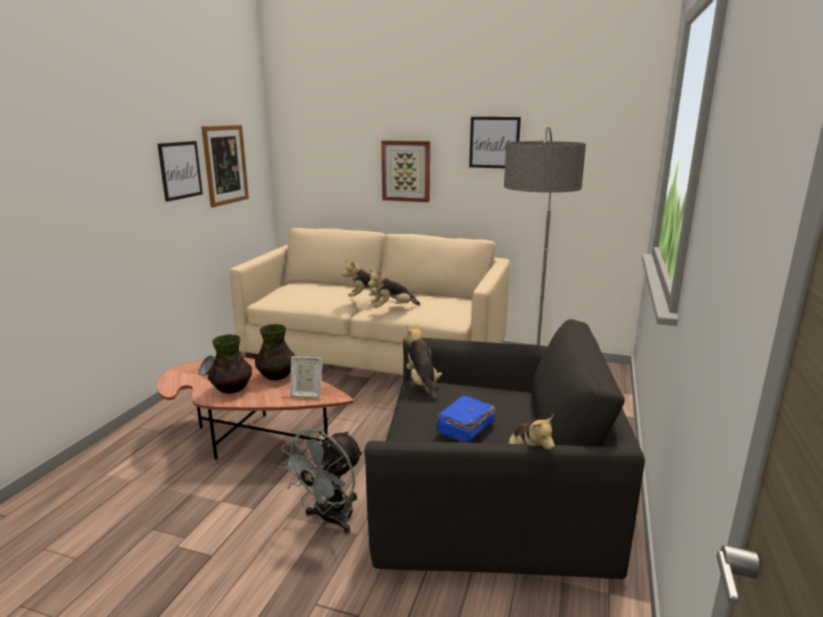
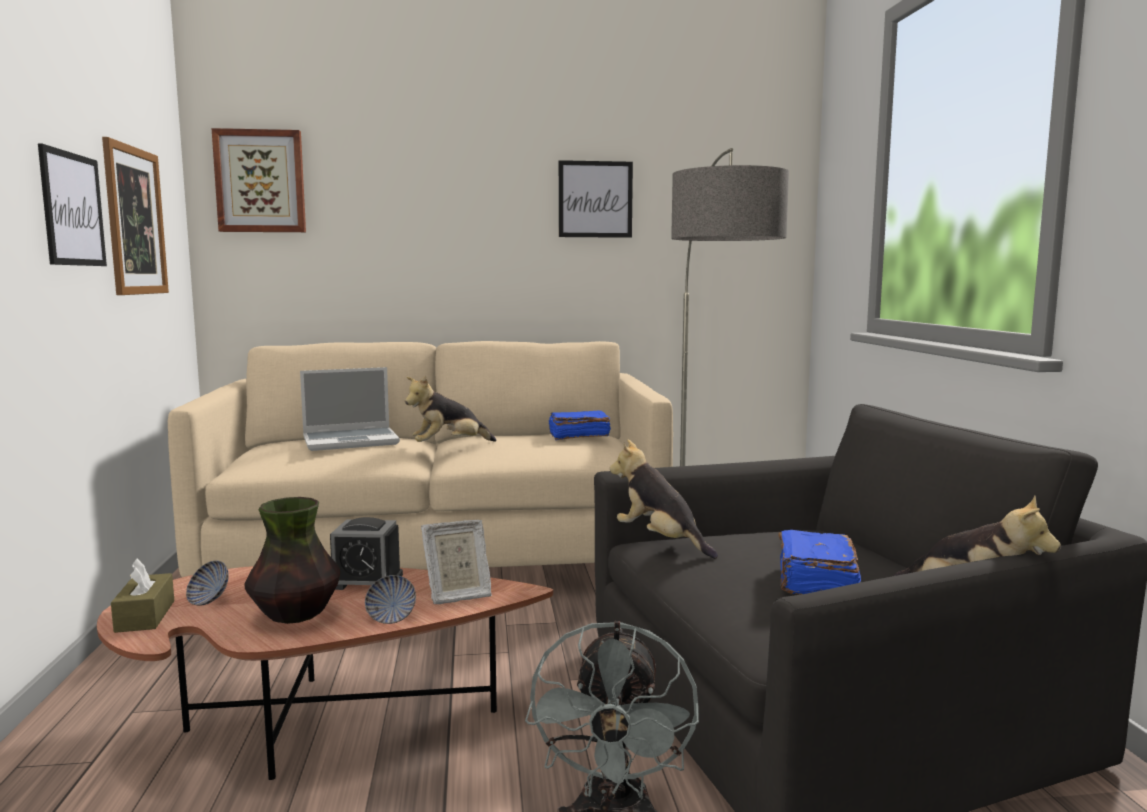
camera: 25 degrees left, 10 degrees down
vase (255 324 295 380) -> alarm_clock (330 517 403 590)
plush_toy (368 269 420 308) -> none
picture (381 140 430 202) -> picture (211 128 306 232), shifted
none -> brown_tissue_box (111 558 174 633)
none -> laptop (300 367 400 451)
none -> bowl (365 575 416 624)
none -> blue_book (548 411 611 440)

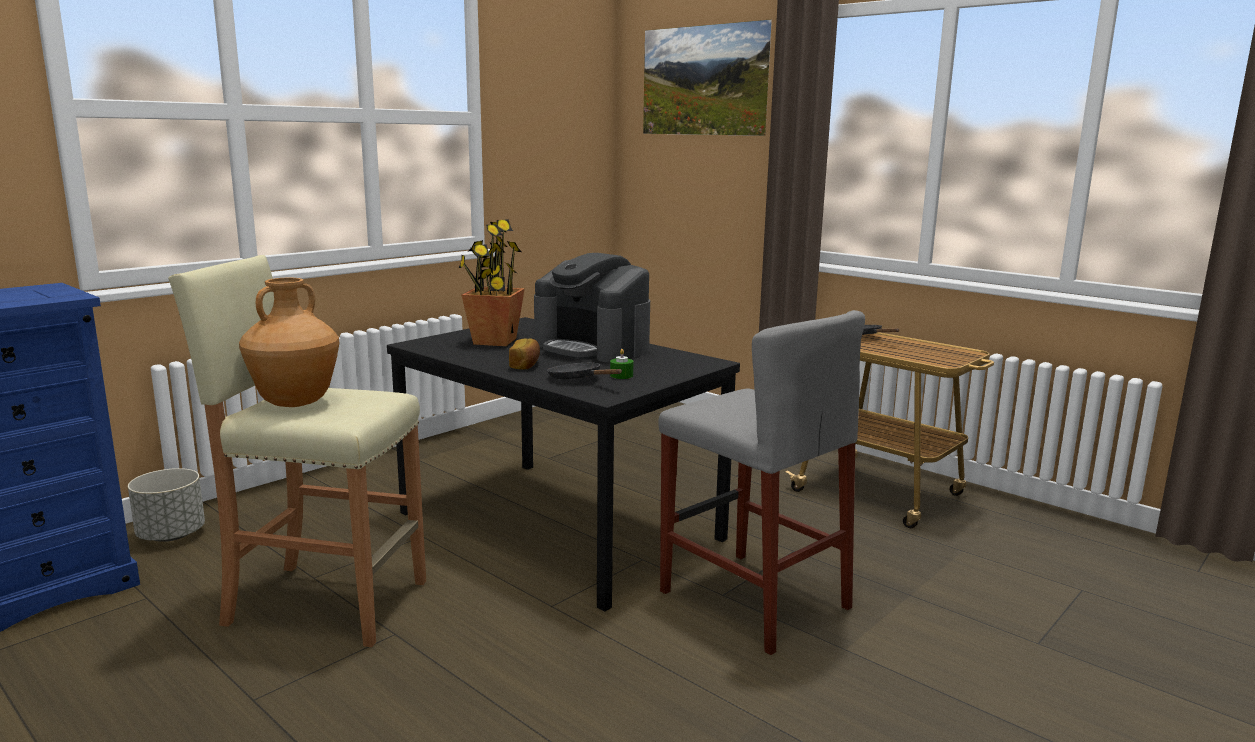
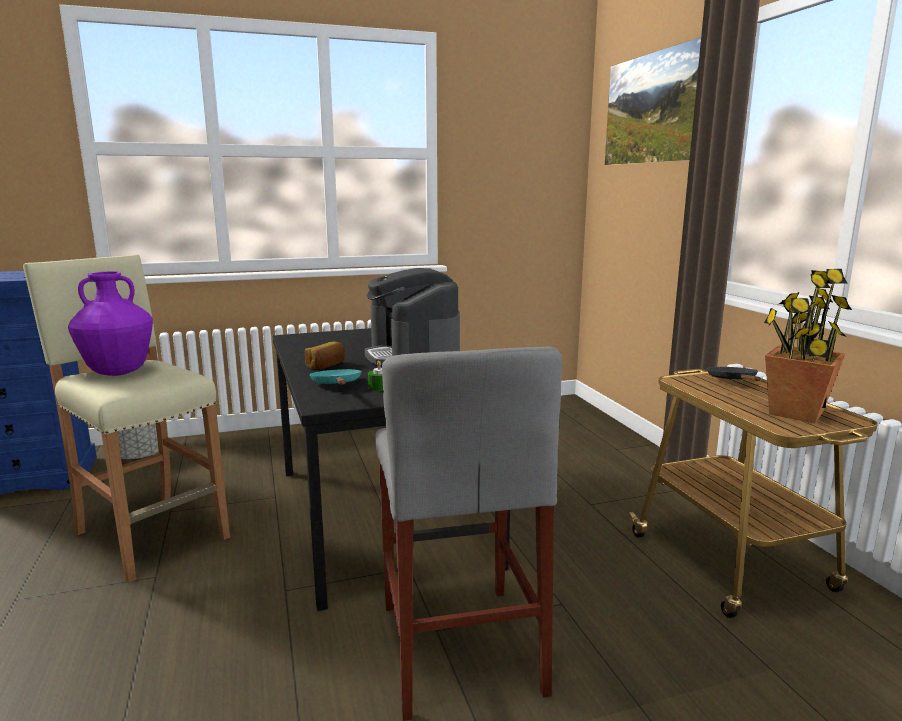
camera: 30 degrees right, 0 degrees up
brown_vase (239 278 339 407) -> purple_vase (68 271 153 376)
potted_plant (459 219 525 346) -> potted_plant (764 269 852 424), shifted
black_frying_pan (547 362 622 379) -> turquoise_frying_pan (309 369 362 385)

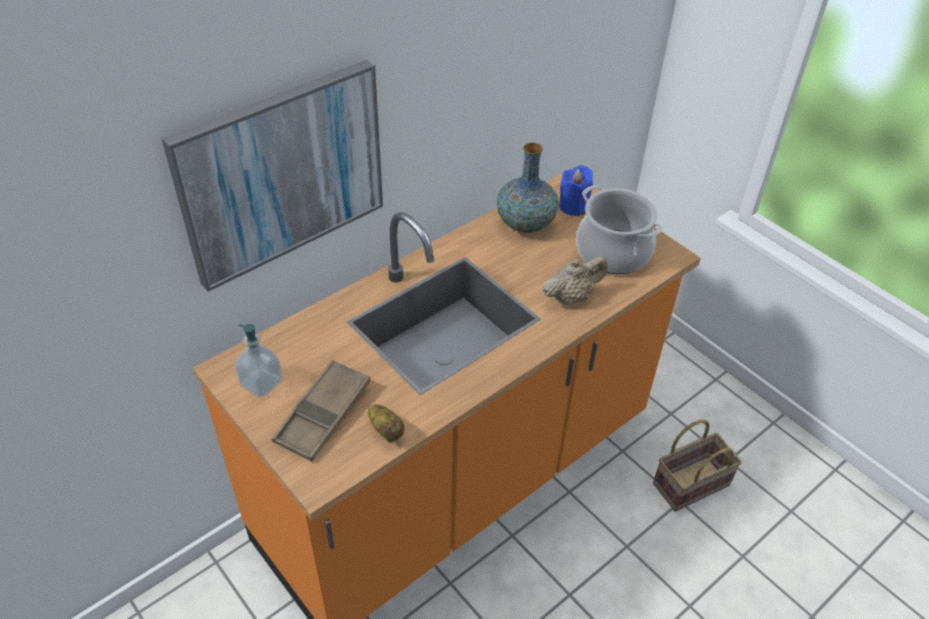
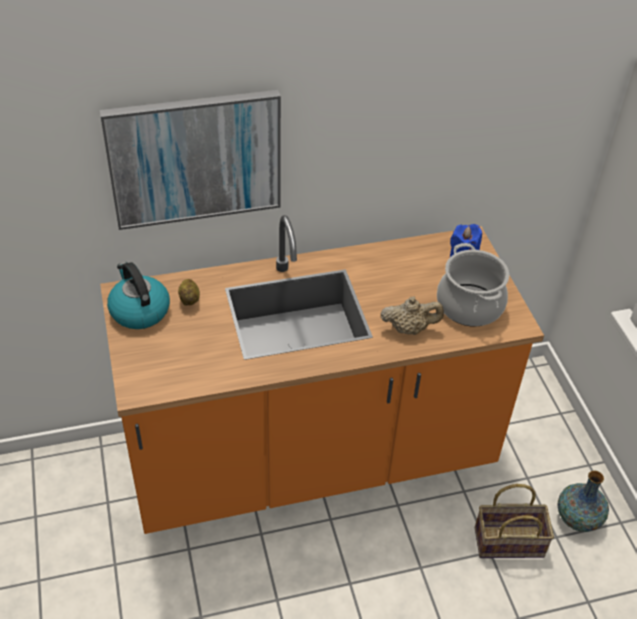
camera: 25 degrees right, 0 degrees up
soap_dispenser (235 324 283 397) -> kettle (107 262 170 329)
brown_tray (272 360 370 462) -> none
potato (368 404 405 443) -> potato (178 279 200 306), shifted
vase (497 143 559 233) -> vase (558 471 609 532), shifted

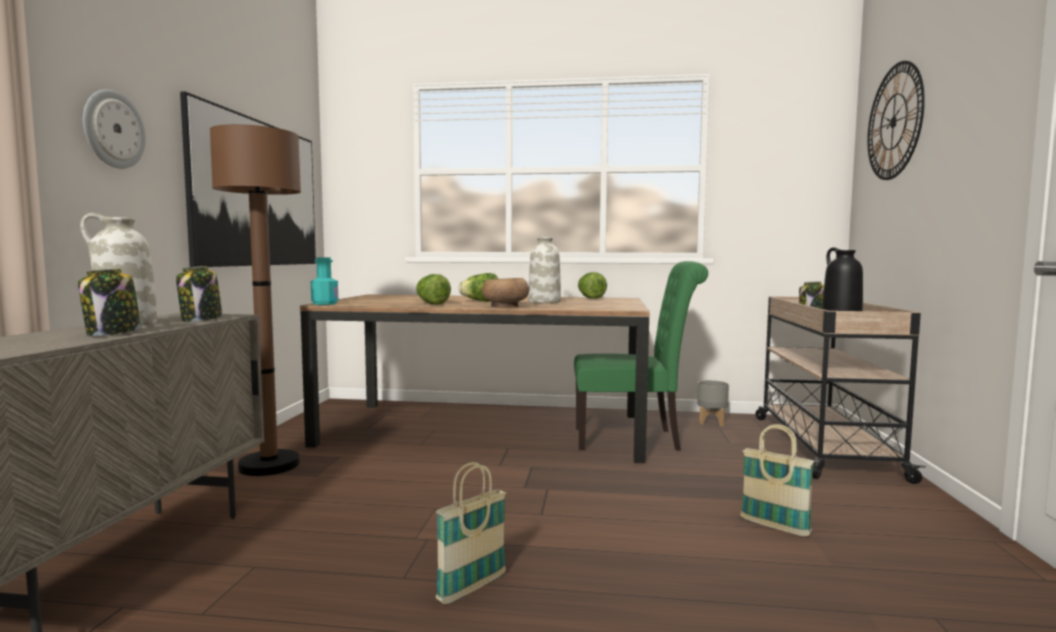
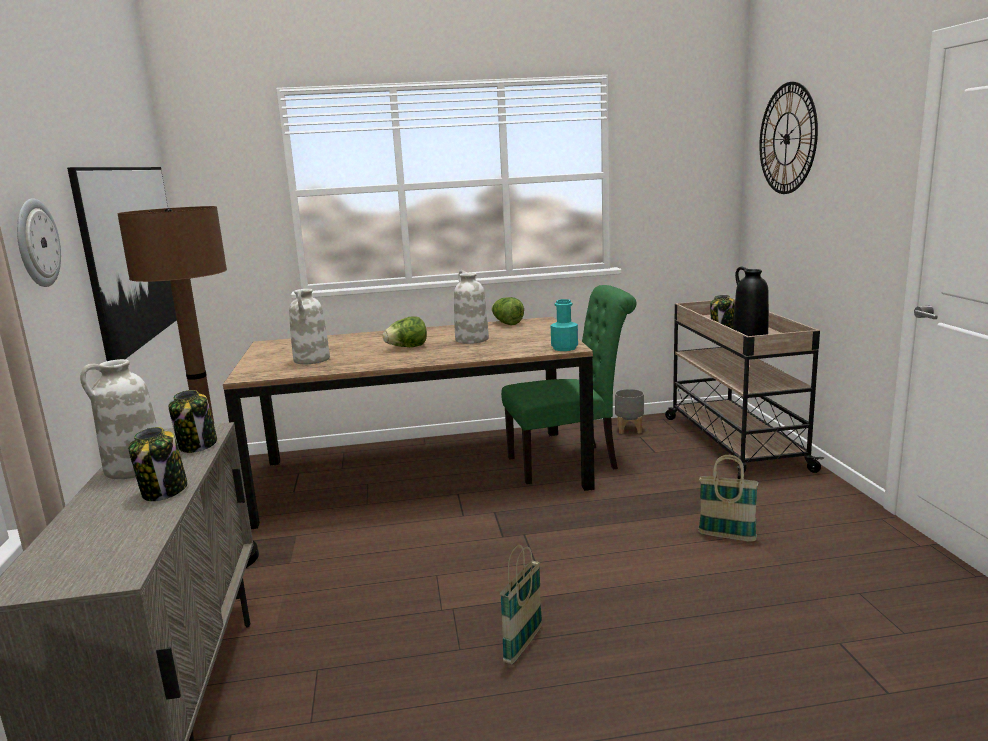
camera: 15 degrees left, 10 degrees up
turquoise_bottle (311 257 338 305) -> turquoise_bottle (551 299 578 351), shifted
lettuce (416 274 451 304) -> none
brown_bowl (482 278 529 308) -> none
none -> white_vase (289 289 330 364)

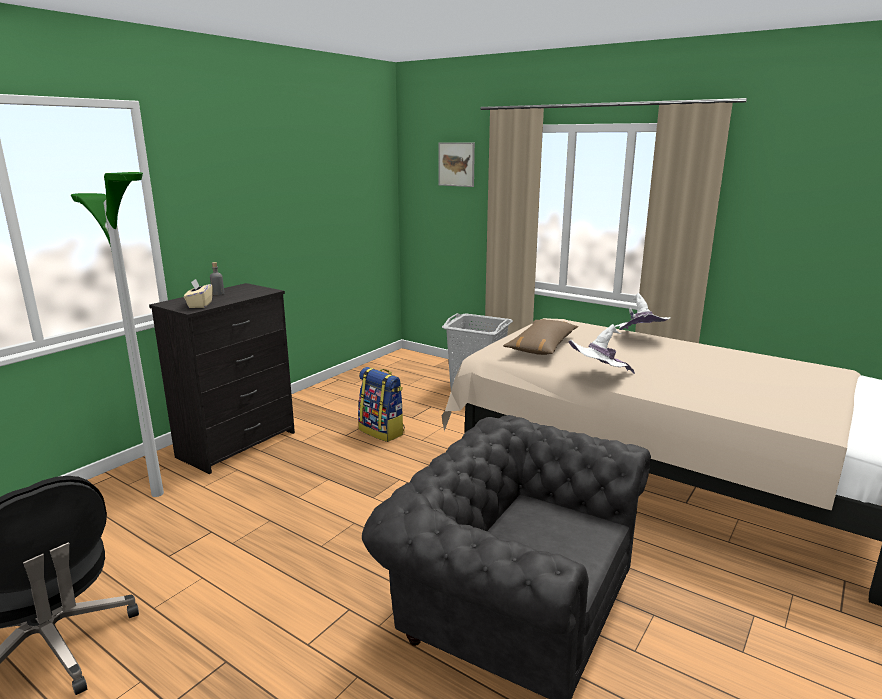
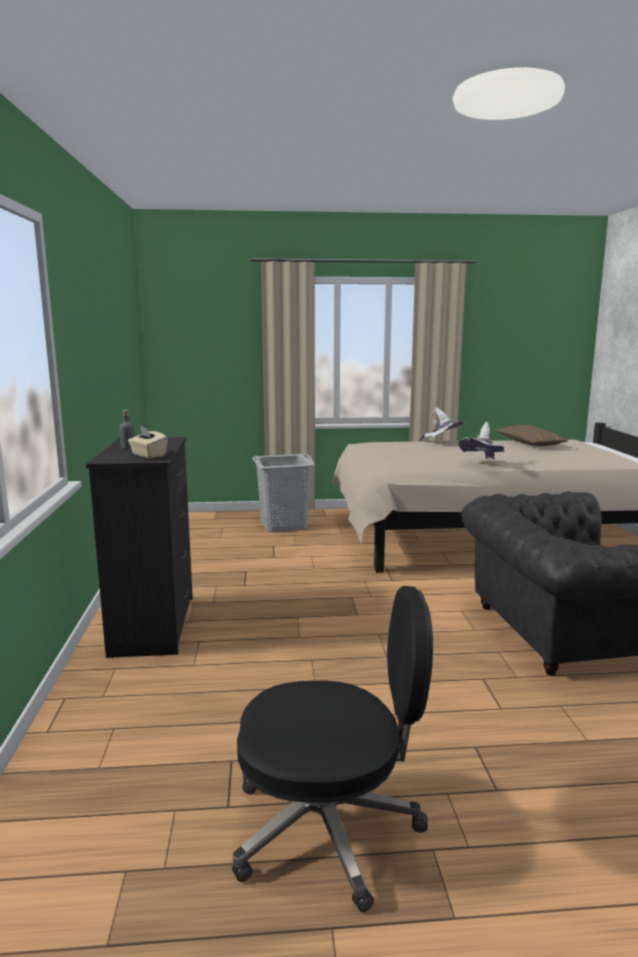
camera: 40 degrees left, 5 degrees down
floor_lamp (71 172 164 497) -> none
backpack (358 367 405 442) -> none
picture (438 142 475 187) -> none
brown_pillow (503 319 578 355) -> brown_pillow (494 425 568 446), shifted

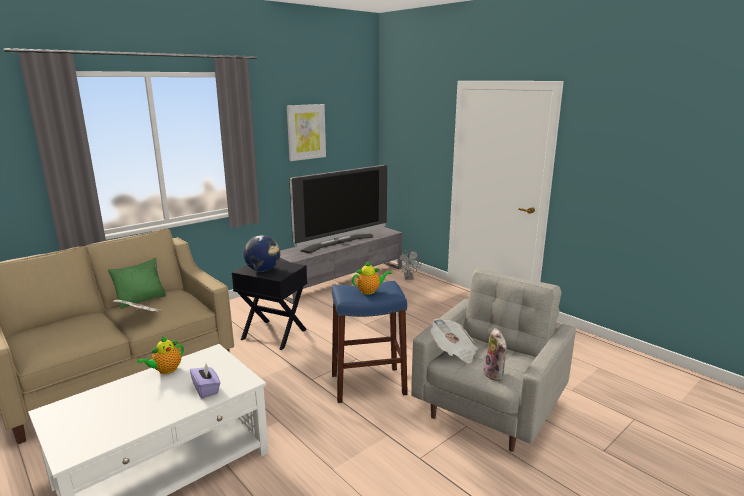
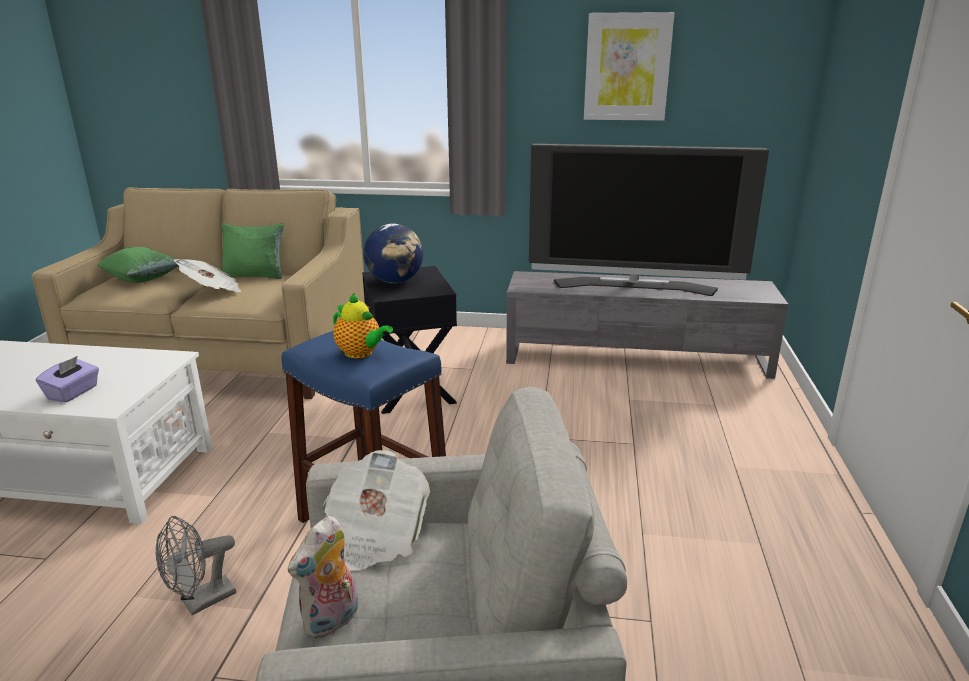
camera: 50 degrees right, 5 degrees up
teapot (137 336 184 374) -> none
grey_fan (397 250 422 280) -> grey_fan (155 516 236 615), shifted
none -> green_pillow (96 247 179 283)

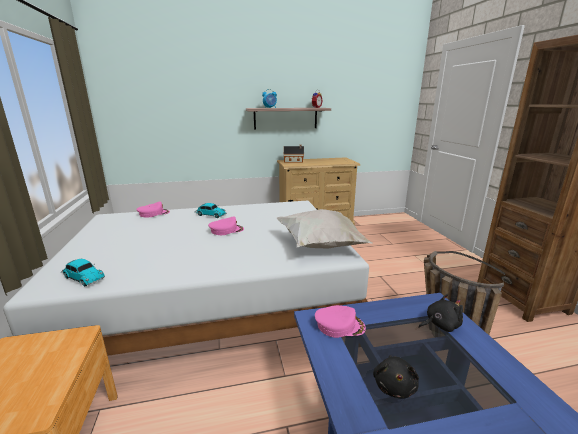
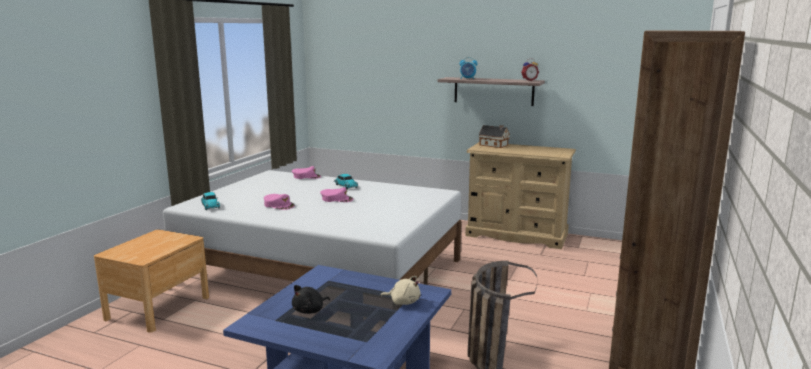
camera: 35 degrees right, 5 degrees down
white_pillow (277 209 373 249) -> none
pink_cap (315 305 366 338) -> pink_cap (264 194 295 210), shifted
black_plush_toy (418 294 463 332) -> beige_plush_toy (380 276 421 305)

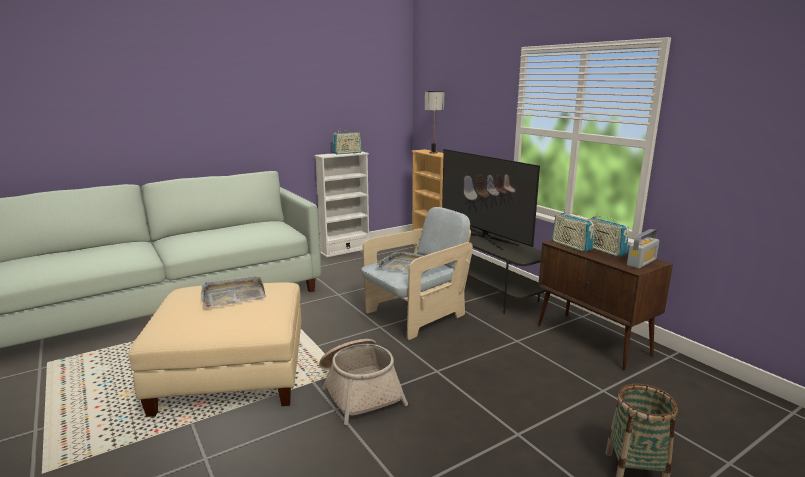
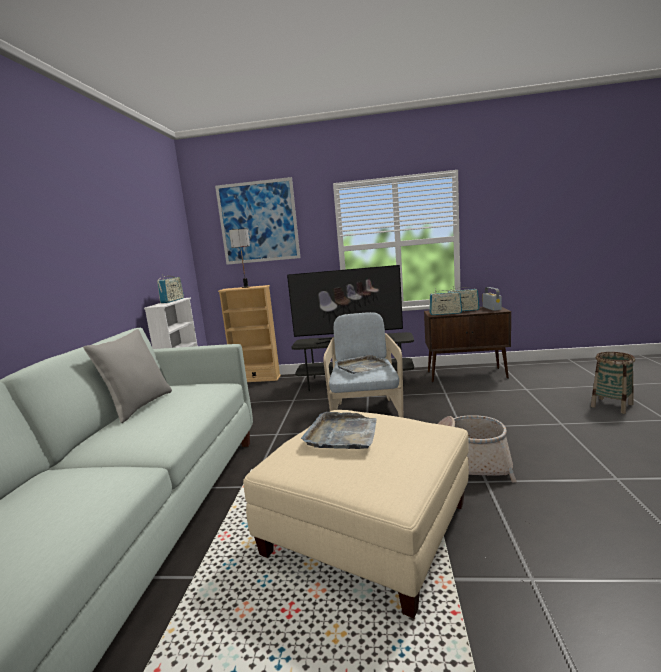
camera: 50 degrees left, 5 degrees down
none -> grey_pillow (83 329 172 423)
none -> picture (215 177 300 265)

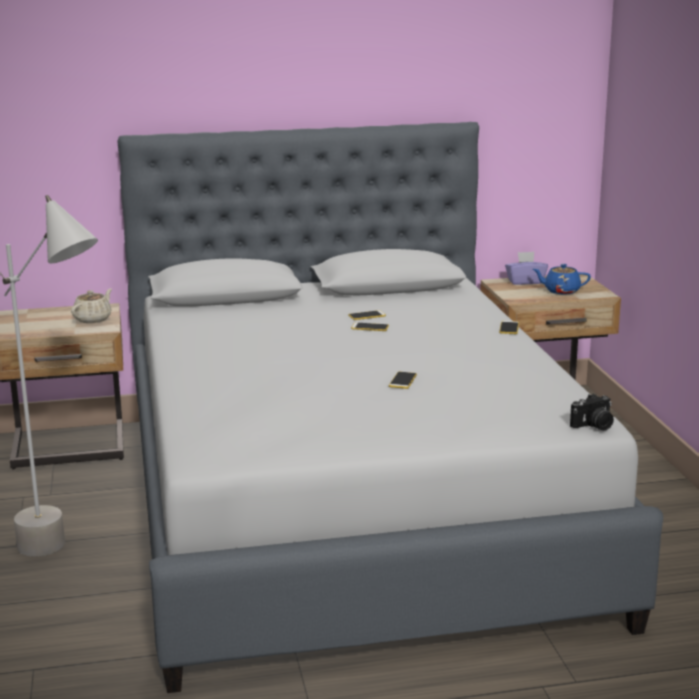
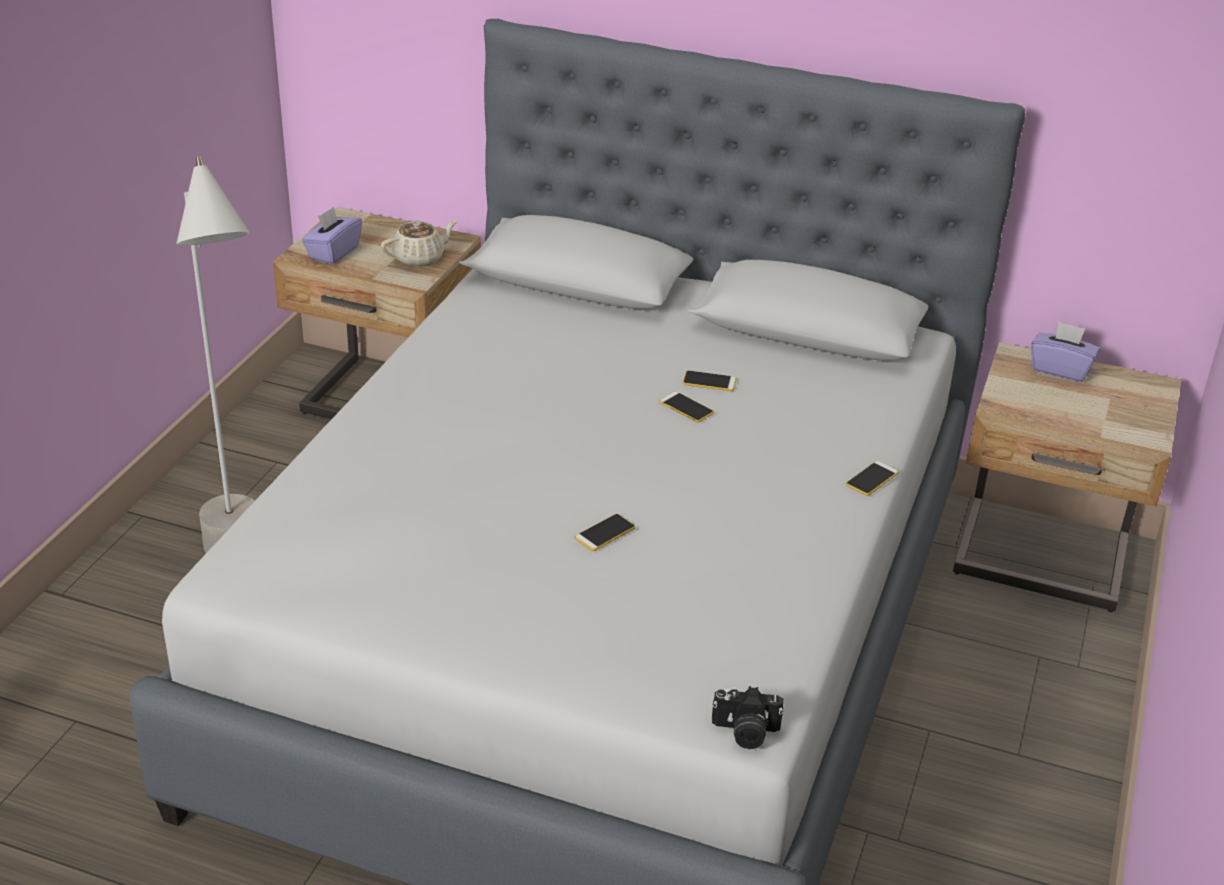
camera: 30 degrees right, 15 degrees up
blue_teapot (533 264 591 294) -> none
none -> purple_tissue_box (302 207 362 264)

